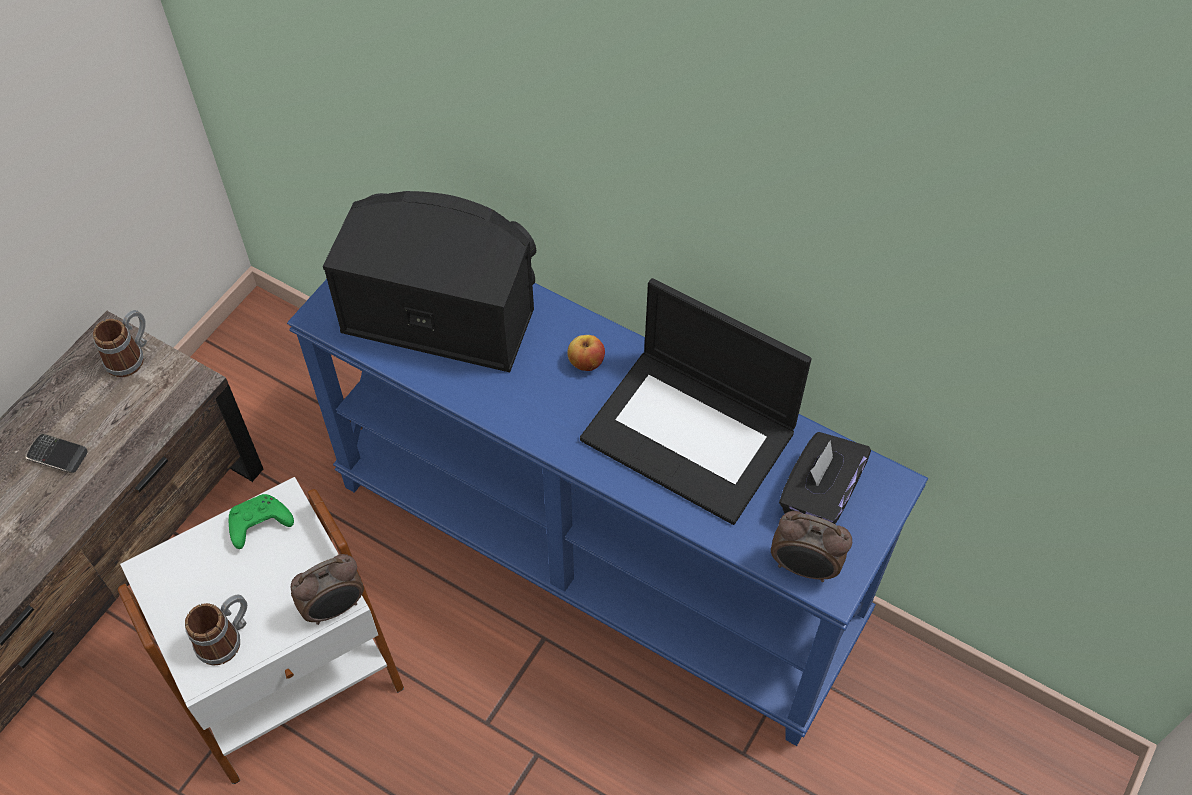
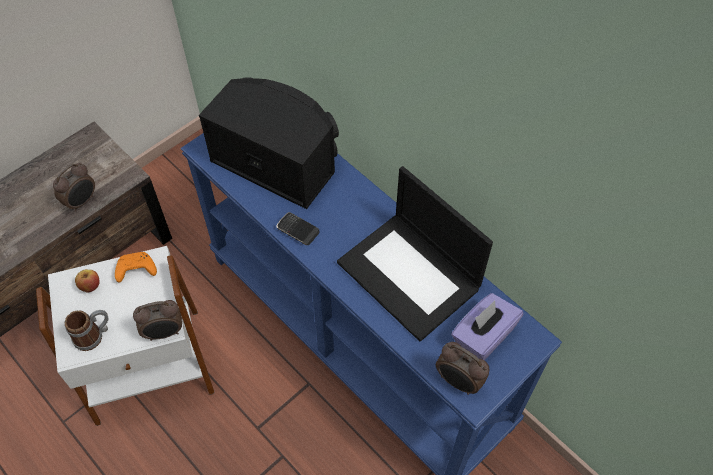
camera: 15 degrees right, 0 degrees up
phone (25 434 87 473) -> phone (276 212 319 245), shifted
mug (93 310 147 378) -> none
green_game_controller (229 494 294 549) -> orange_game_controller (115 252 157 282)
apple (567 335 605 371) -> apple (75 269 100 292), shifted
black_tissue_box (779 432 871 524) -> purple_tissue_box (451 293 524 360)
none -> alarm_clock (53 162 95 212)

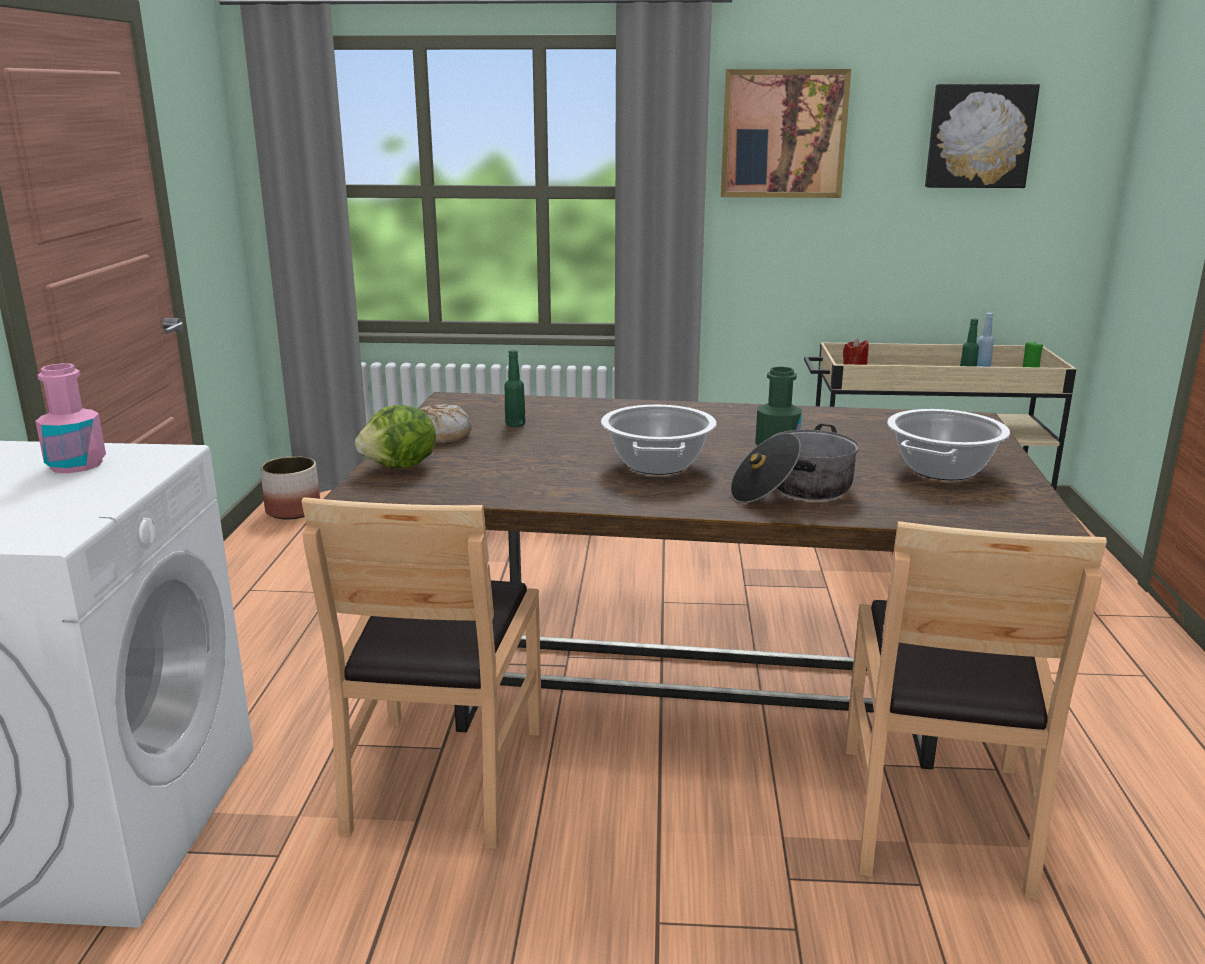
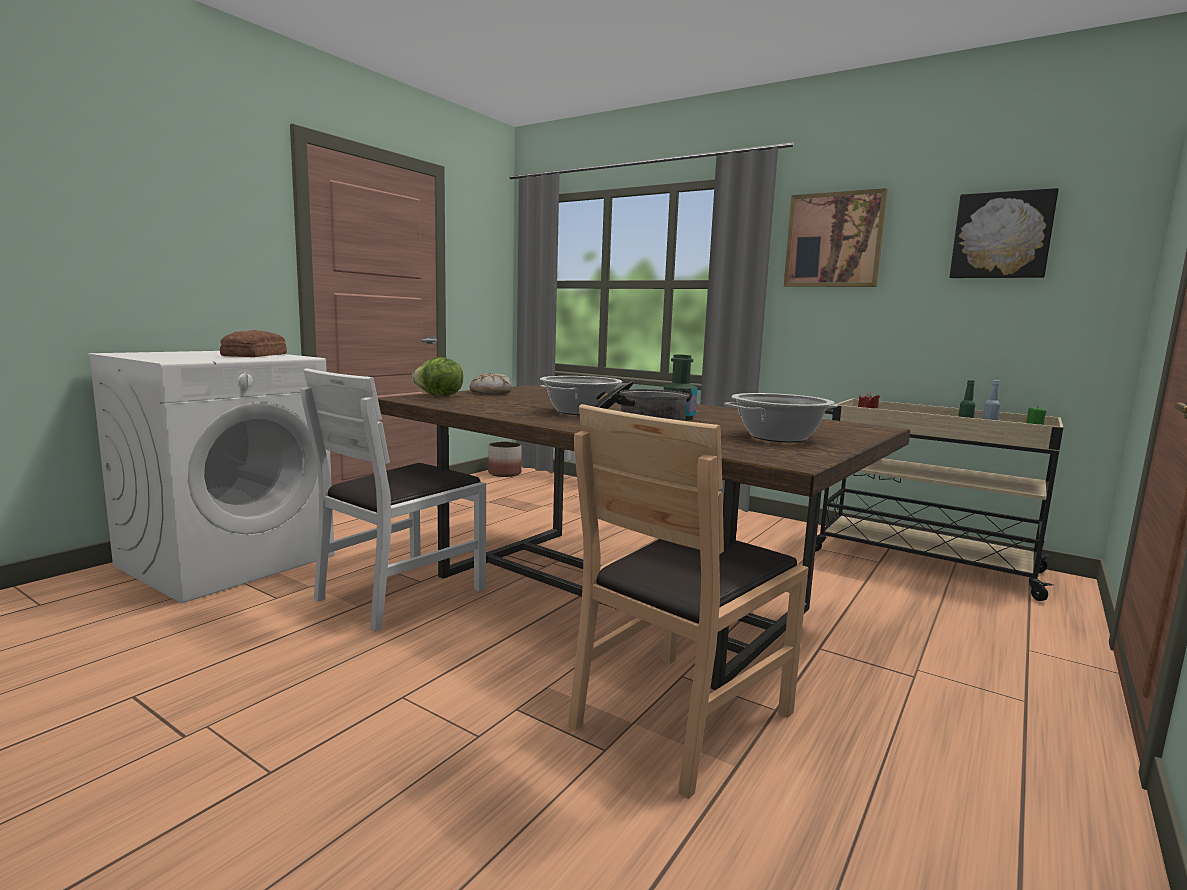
camera: 30 degrees right, 10 degrees down
pink_bottle (35 363 106 473) -> bread (220 330 287 357)
brown_chair (302 497 542 849) -> white_chair (301 368 486 631)
green_bottle (504 350 525 427) -> none

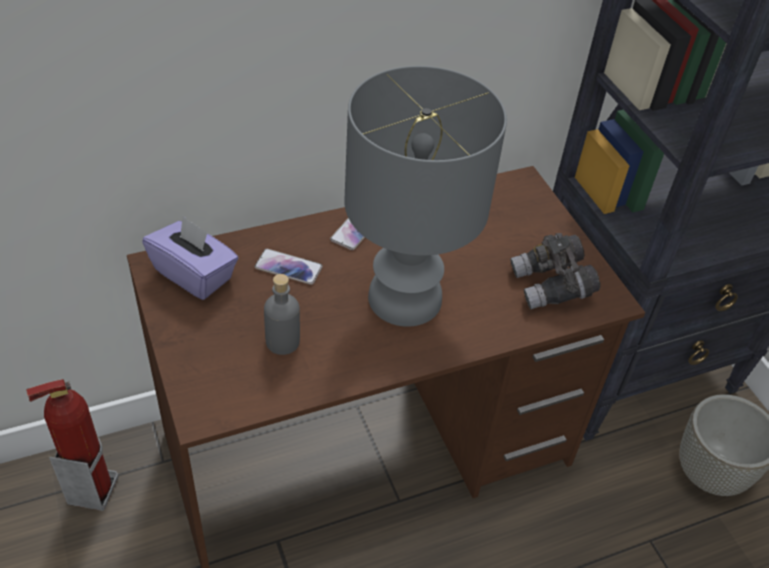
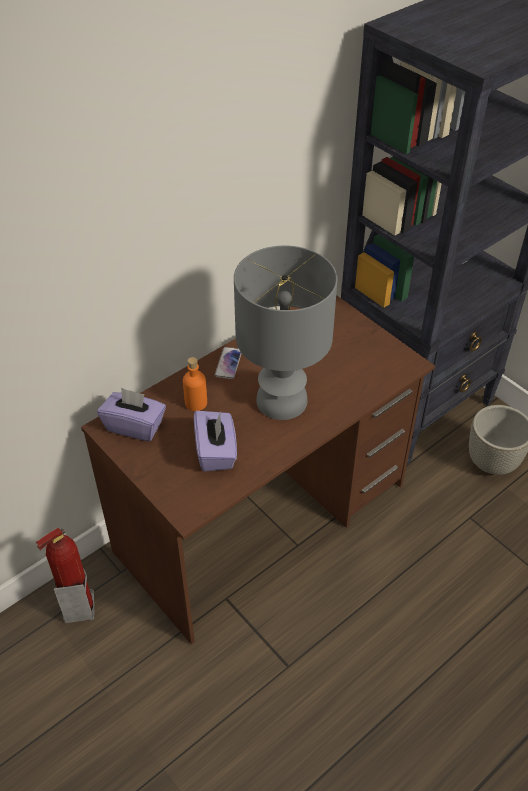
camera: 15 degrees left, 0 degrees up
phone (254 249 323 285) -> orange_bottle (183 357 207 411)
grey_bottle (264 274 300 355) -> purple_tissue_box (194 411 237 472)
grey_binoculars (510 233 601 309) -> none

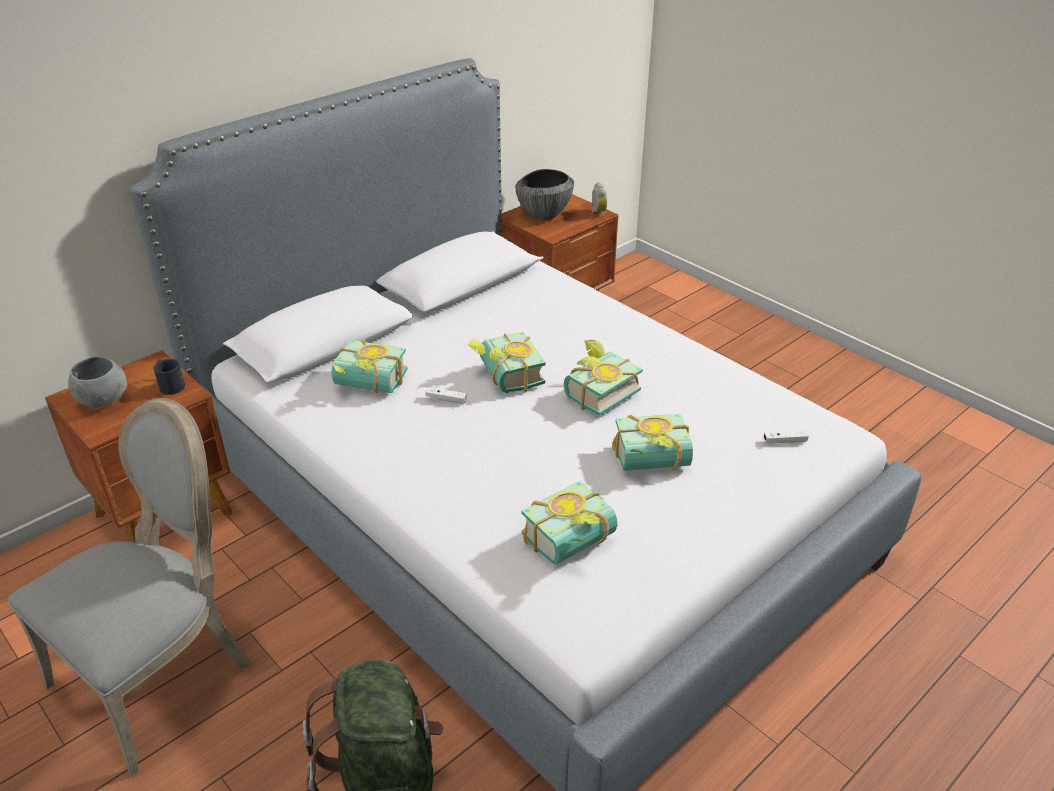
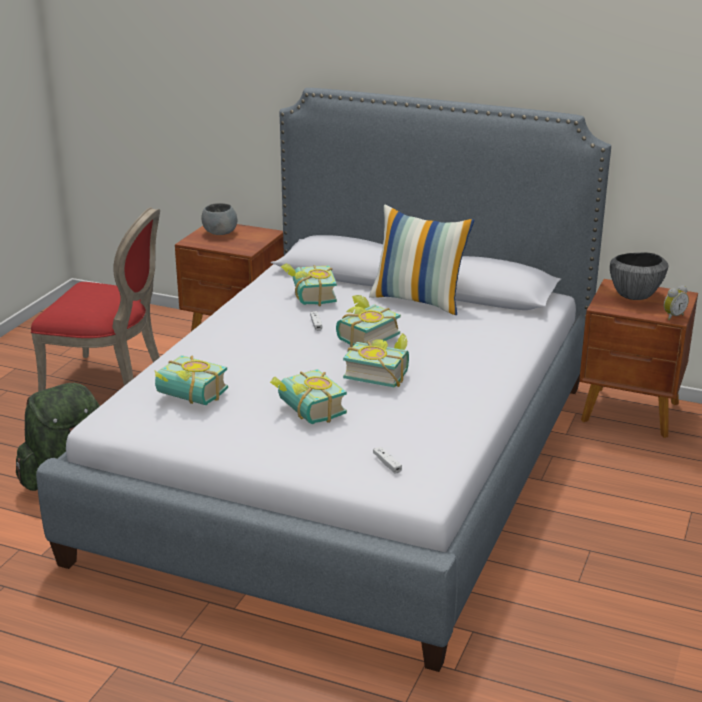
camera: 65 degrees right, 10 degrees down
grey_chair (8 398 251 777) -> red_chair (31 207 160 392)
black_mug (153 359 185 395) -> none
none -> pillow (369 205 474 315)

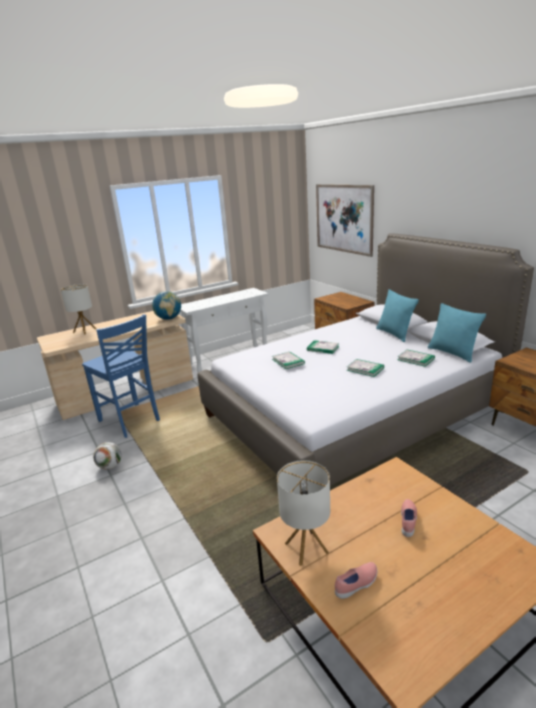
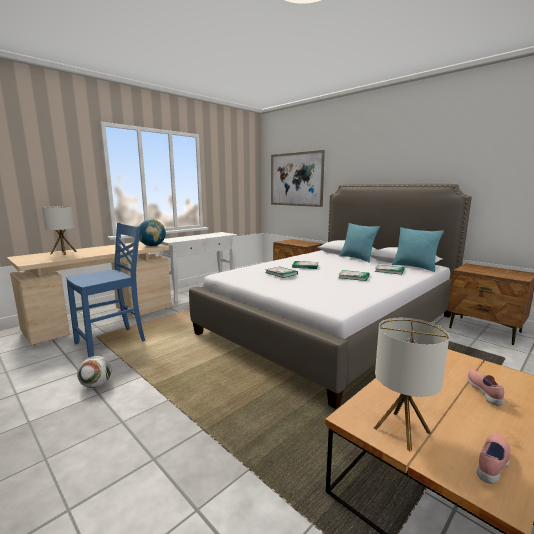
camera: 15 degrees left, 10 degrees down
blue_chair (82 314 160 438) -> blue_chair (66 223 145 358), 75 degrees counterclockwise

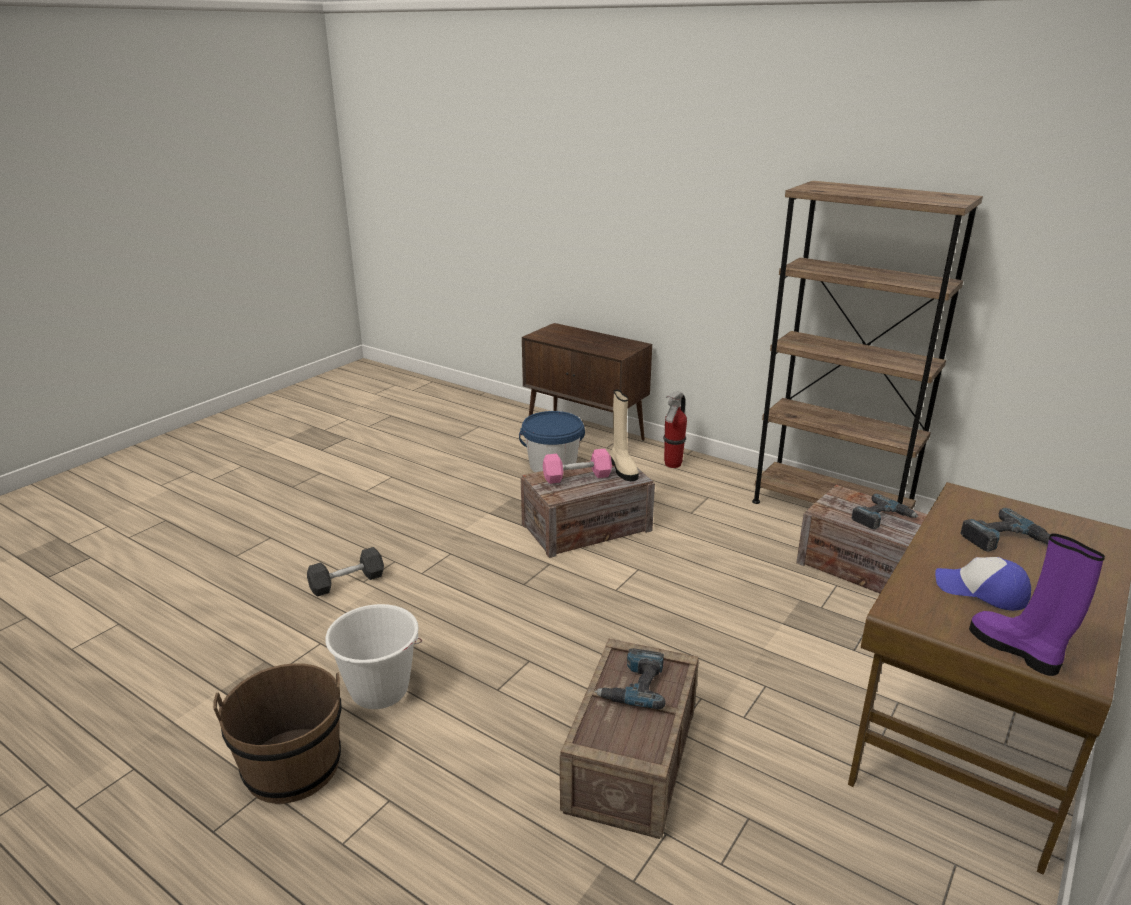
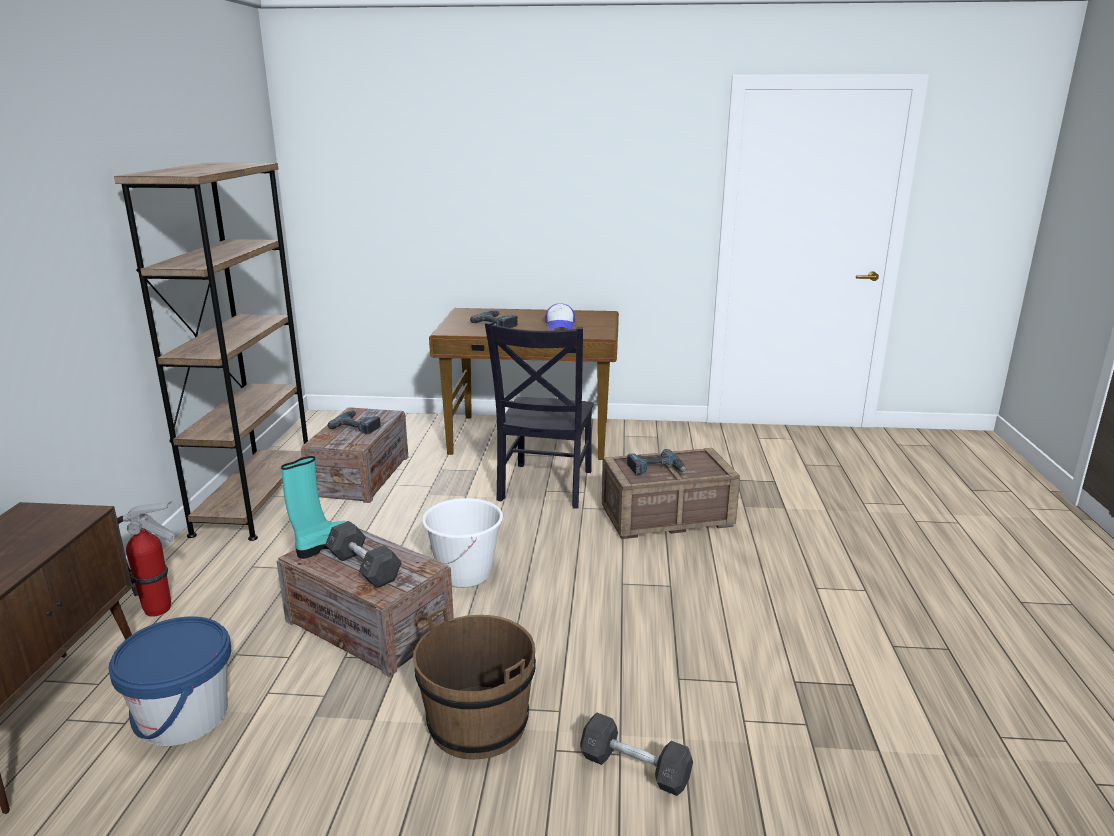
camera: 120 degrees left, 5 degrees down
brown_bucket (213 663 341 804) -> brown_bucket (413 606 536 760), shifted
white_bucket (325 604 422 709) -> white_bucket (422 498 503 588), shifted
pink_dumbbell (543 448 612 484) -> grey_dumbbell (325 521 402 588)
beige_boot (611 390 639 481) -> turquoise_boot (281 456 347 559)
purple_boot (969 533 1105 676) -> none
none -> black_chair (485 322 594 509)

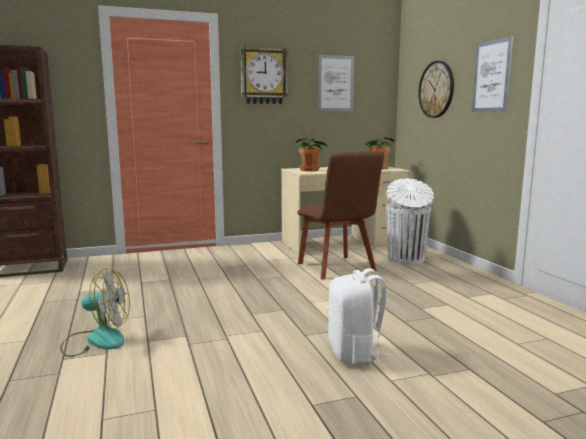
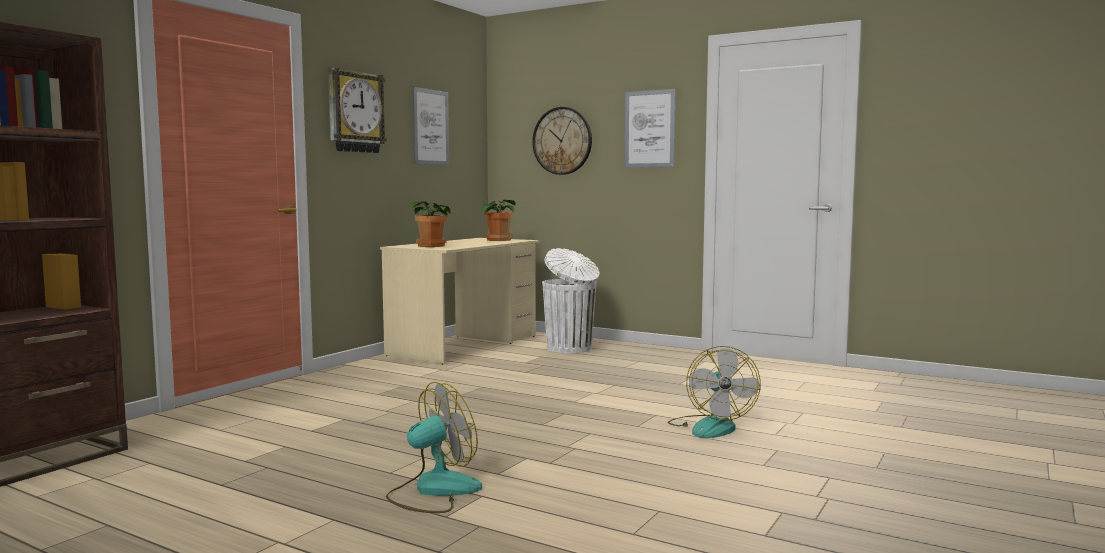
camera: 40 degrees left, 5 degrees down
brown_chair (297 151 384 280) -> none
white_backpack (328 268 393 366) -> fan (668 346 761 438)

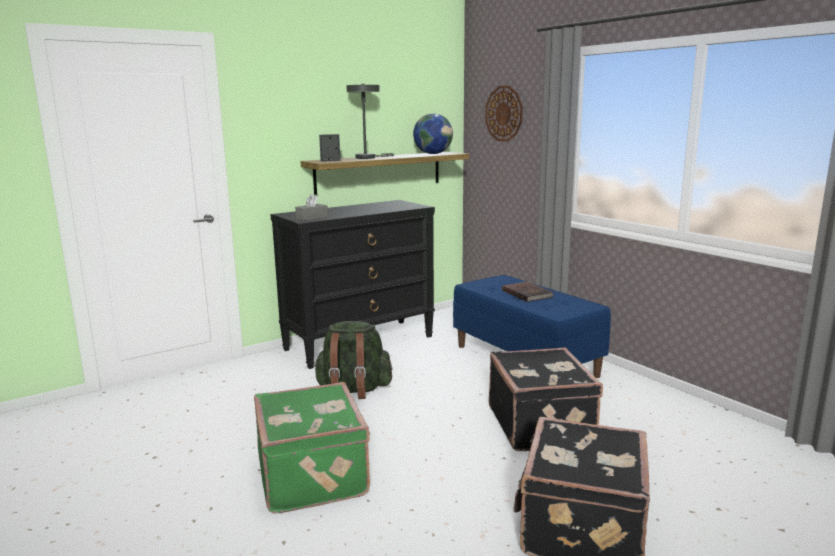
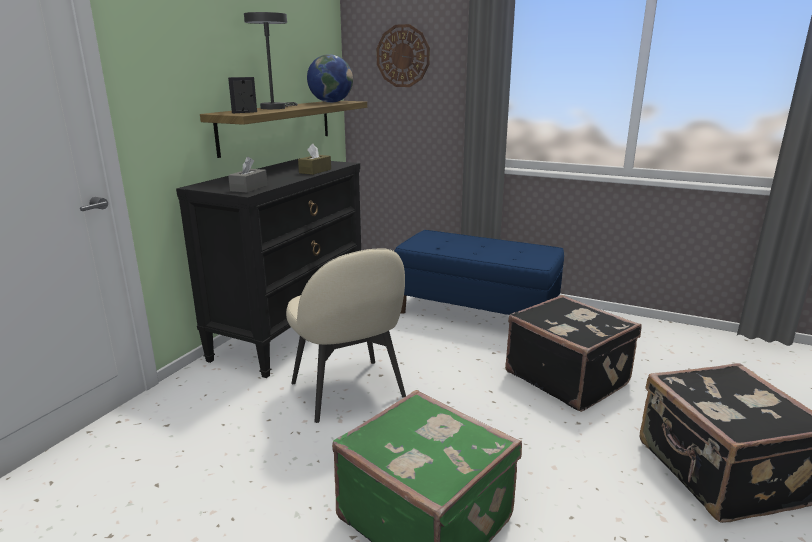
camera: 30 degrees left, 5 degrees up
green_backpack (313 321 392 399) -> beige_chair (286 248 406 423)
brown_book (502 282 553 302) -> none
none -> brown_tissue_box (298 144 331 175)

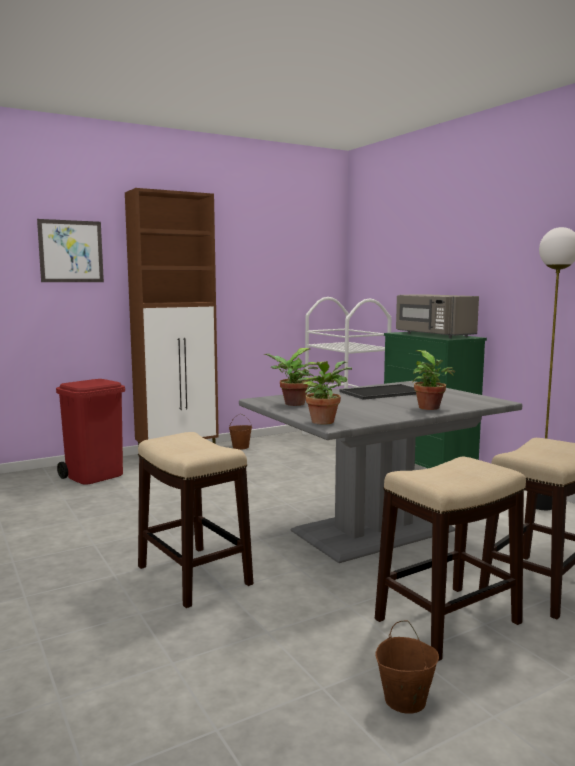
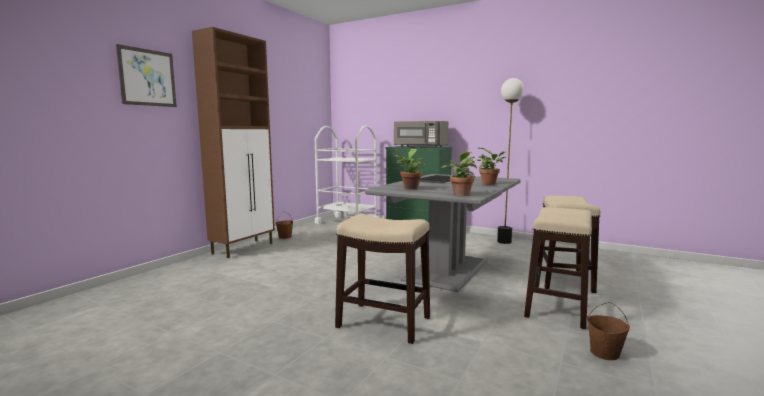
camera: 30 degrees left, 0 degrees up
red_trash_can (56 379 125 485) -> none

